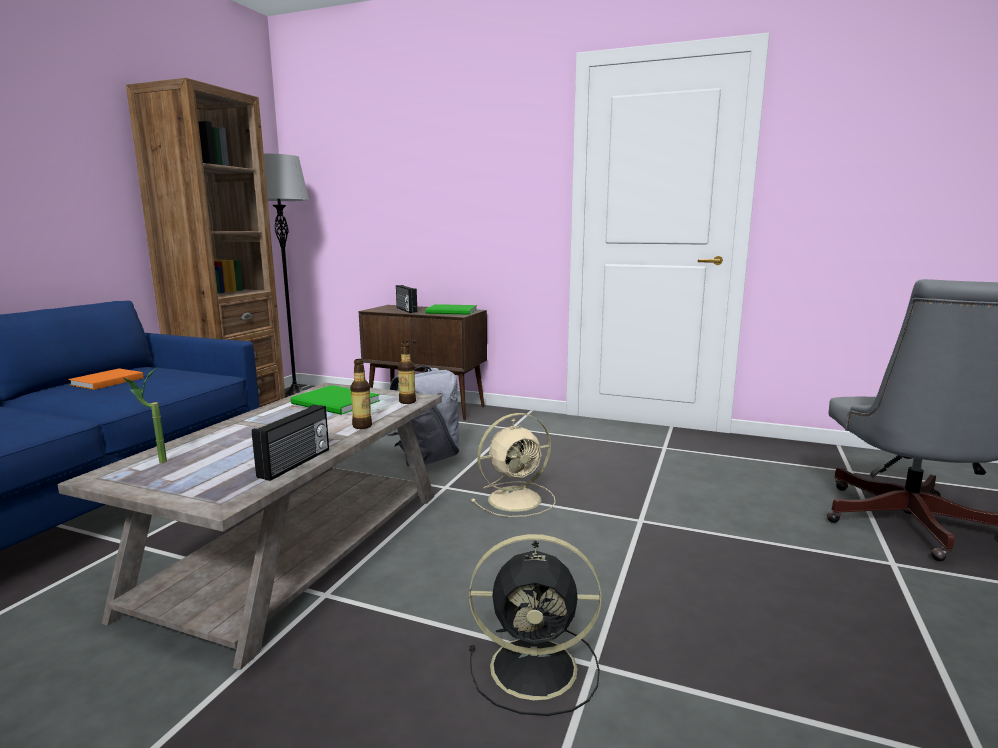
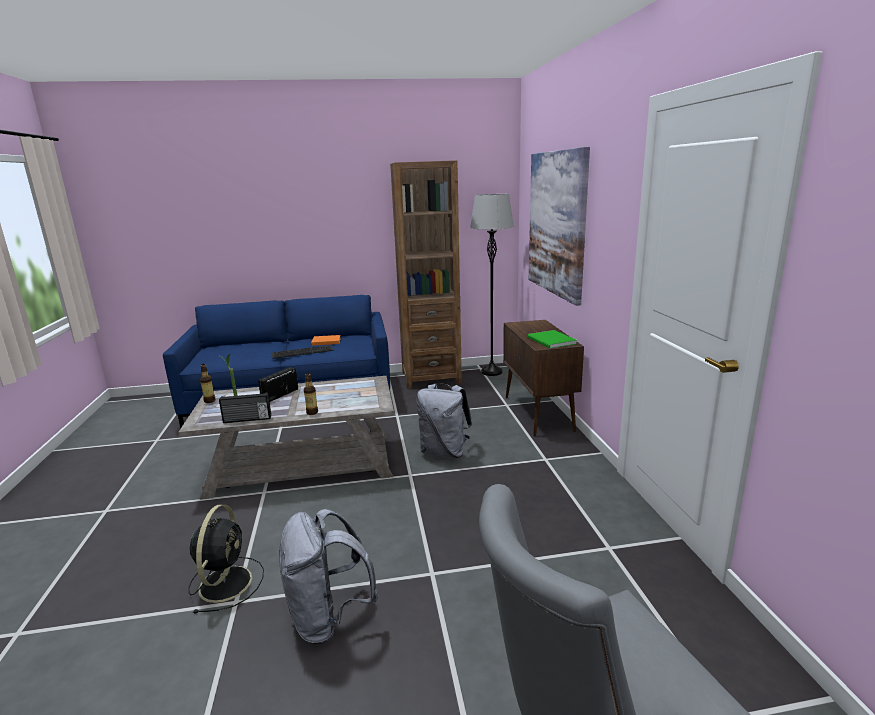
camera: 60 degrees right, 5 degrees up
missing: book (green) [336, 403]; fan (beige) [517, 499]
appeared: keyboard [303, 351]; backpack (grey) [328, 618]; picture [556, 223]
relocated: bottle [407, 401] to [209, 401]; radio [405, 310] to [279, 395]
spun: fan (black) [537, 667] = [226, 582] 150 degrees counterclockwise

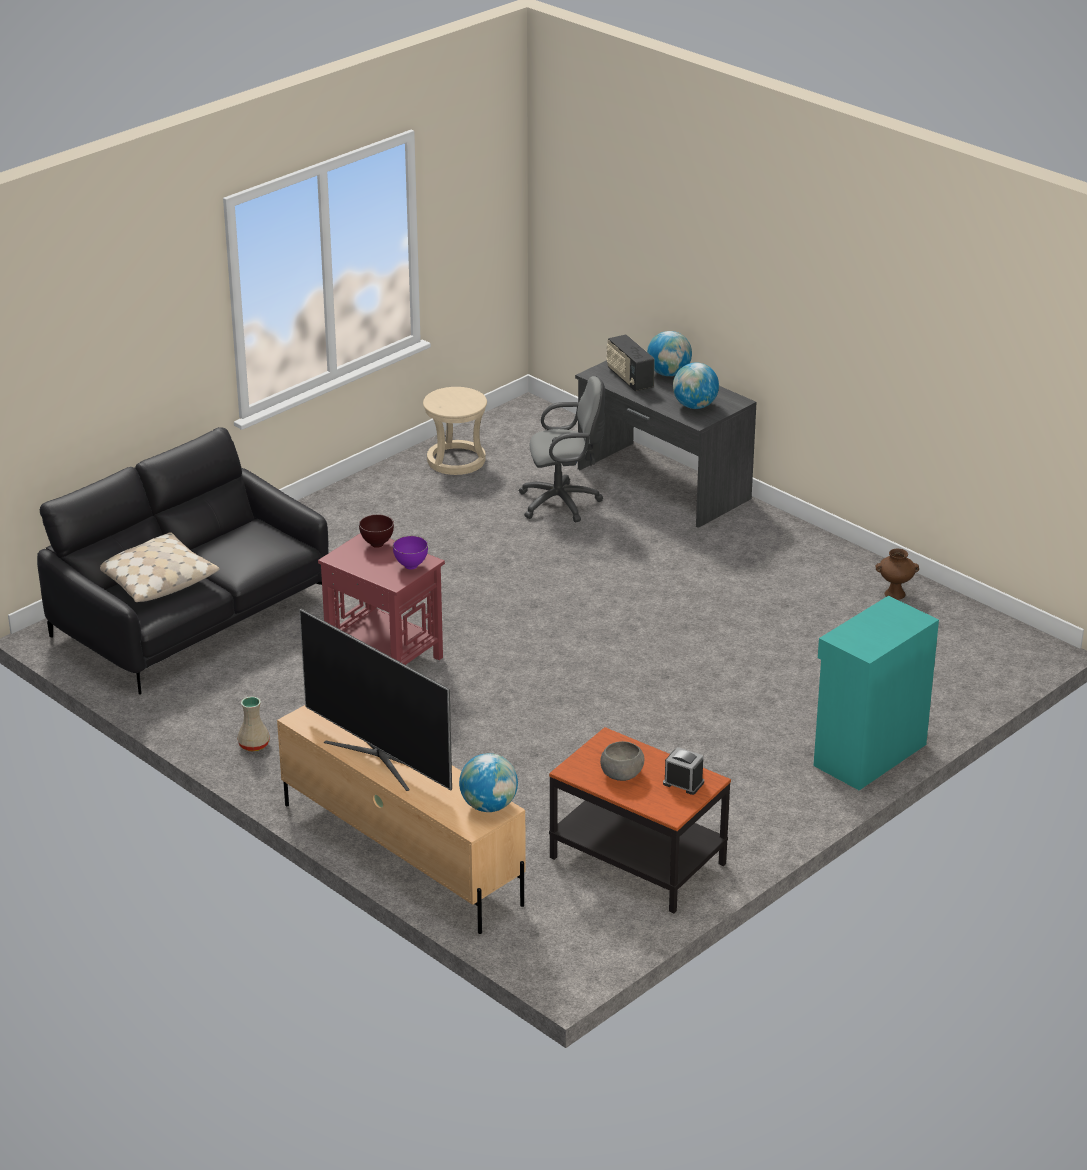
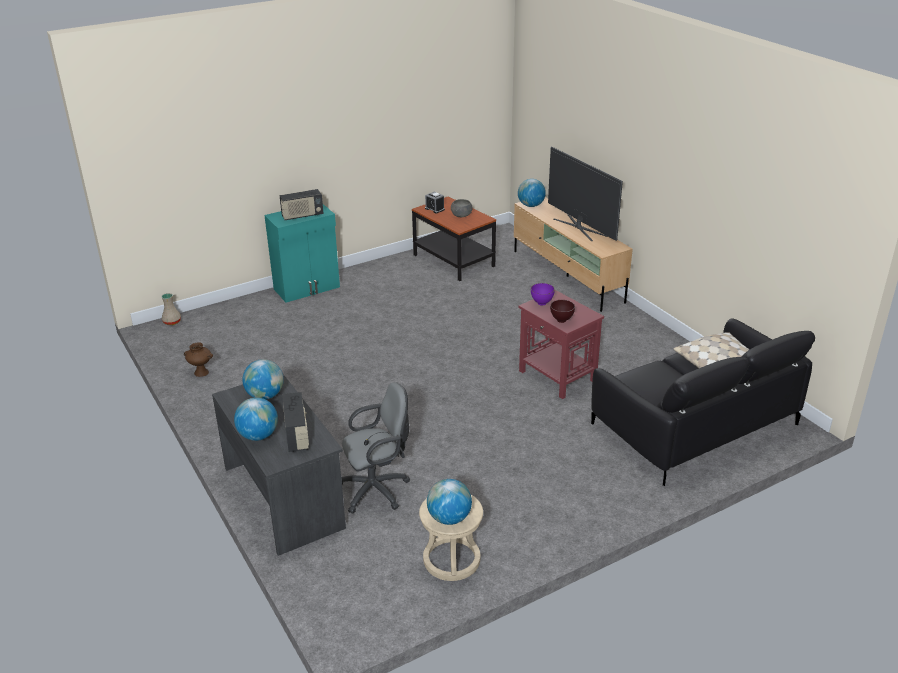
camera: 165 degrees left, 0 degrees up
appeared: radio [302, 216]; globe [449, 518]
relocated: vase (beige) [254, 745] to [171, 322]
spun: office chair (grey) [564, 503] = [377, 489] 150 degrees clockwise

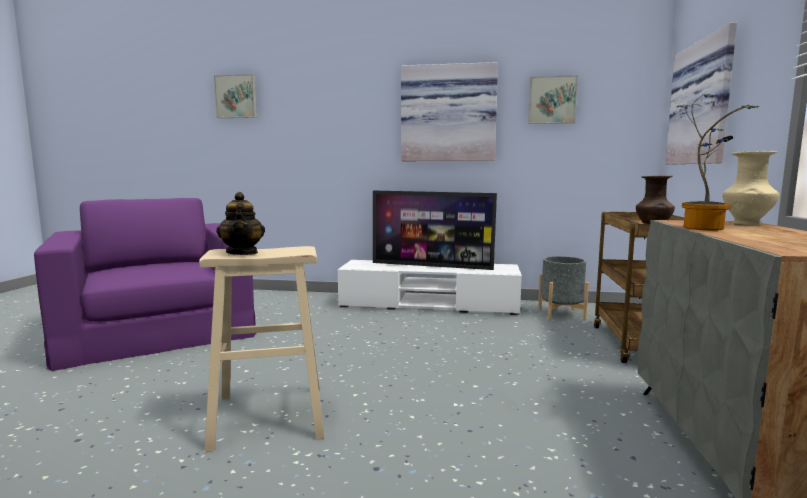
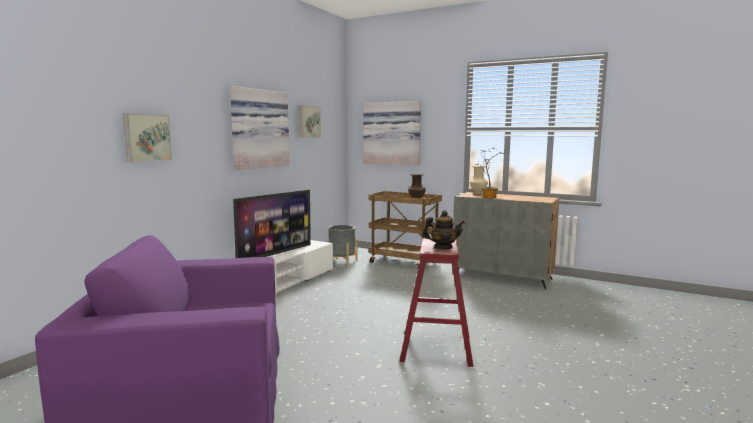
camera: 70 degrees left, 0 degrees up
relocated: picture [236, 97] to [146, 137]
colour: stool (beige) [269, 416] to stool (red) [436, 348]

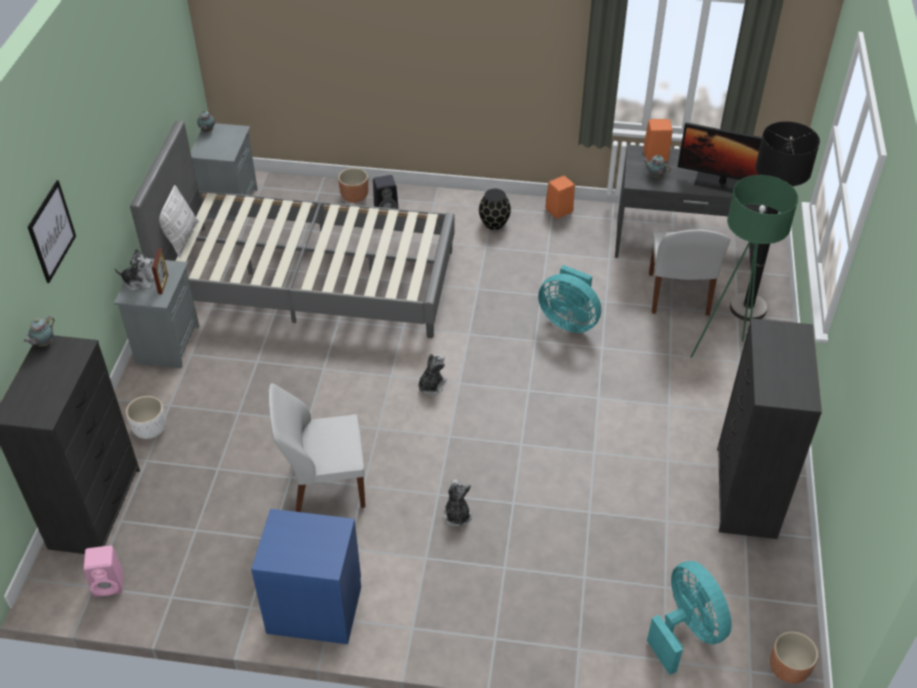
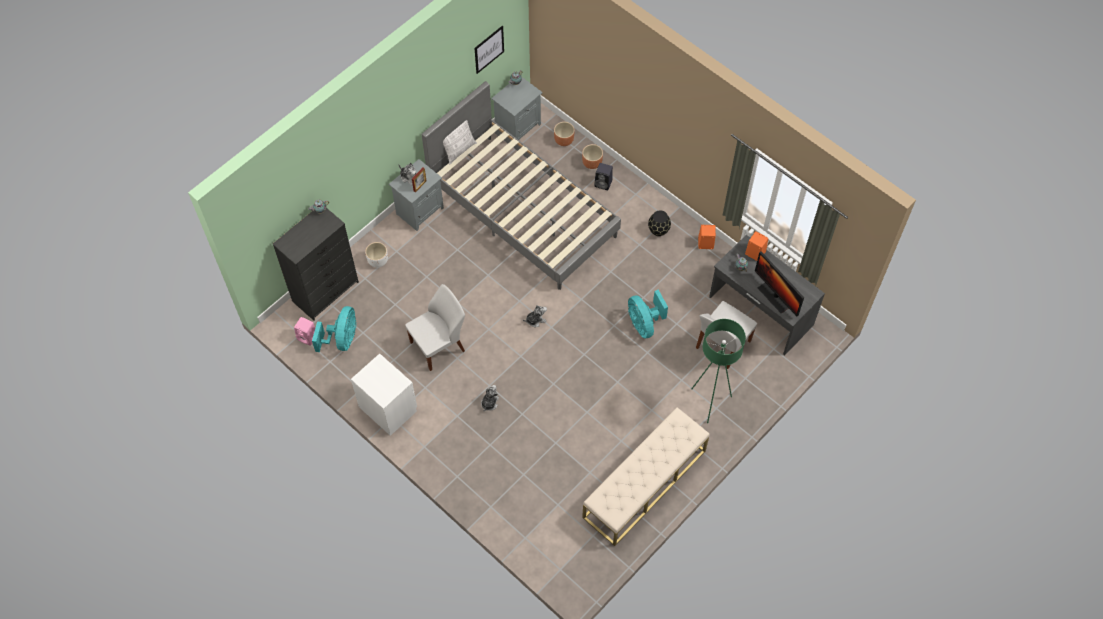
camera: 35 degrees right, 15 degrees up
missing: floor lamp (black) [748, 308]
relocated: fan (turquoise) [686, 631] to [342, 339]; picture [51, 231] to [489, 49]; planter (brown) [787, 669] to [563, 140]
exchanged: dresser (black) [746, 493] to bench (beige) [644, 484]
colour: nightstand (blue) [315, 608] to nightstand (white) [388, 408]
spun: chair (white) [325, 485] = [439, 346] 120 degrees clockwise

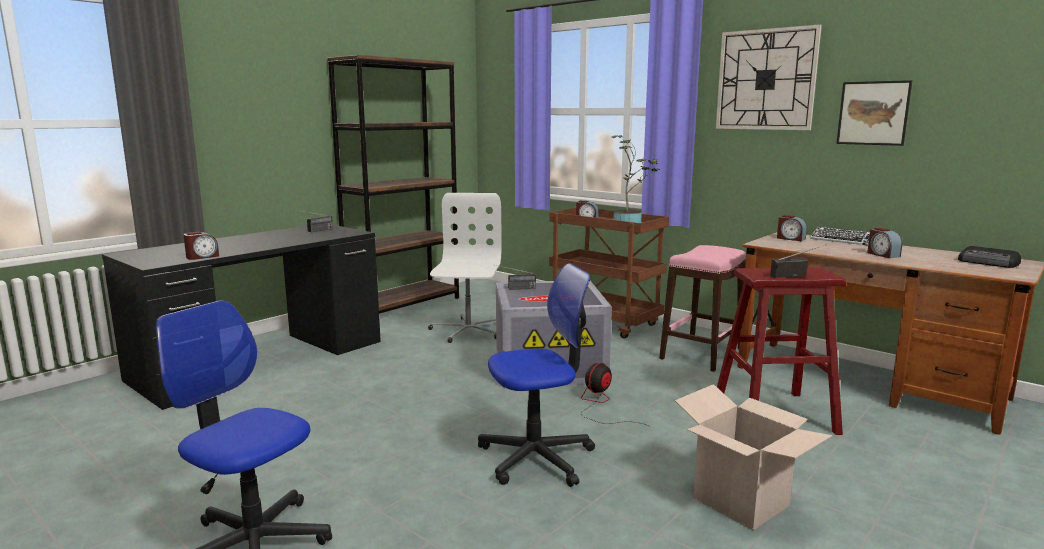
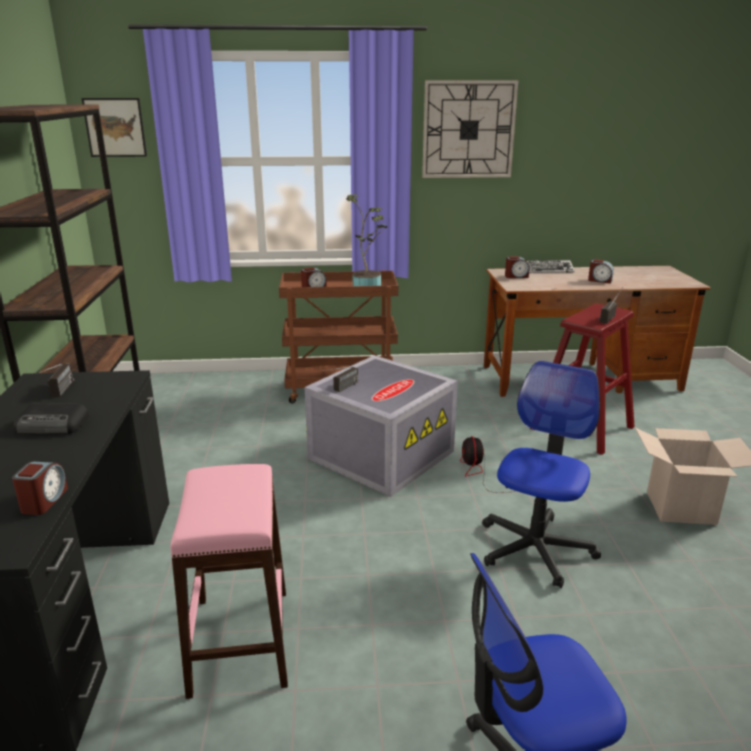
camera: 45 degrees left, 10 degrees up
missing: office chair (white) [467, 330]
relocated: radio [989, 263] to [53, 425]; picture [873, 113] to [115, 127]; stool (pink) [702, 353] to [241, 640]

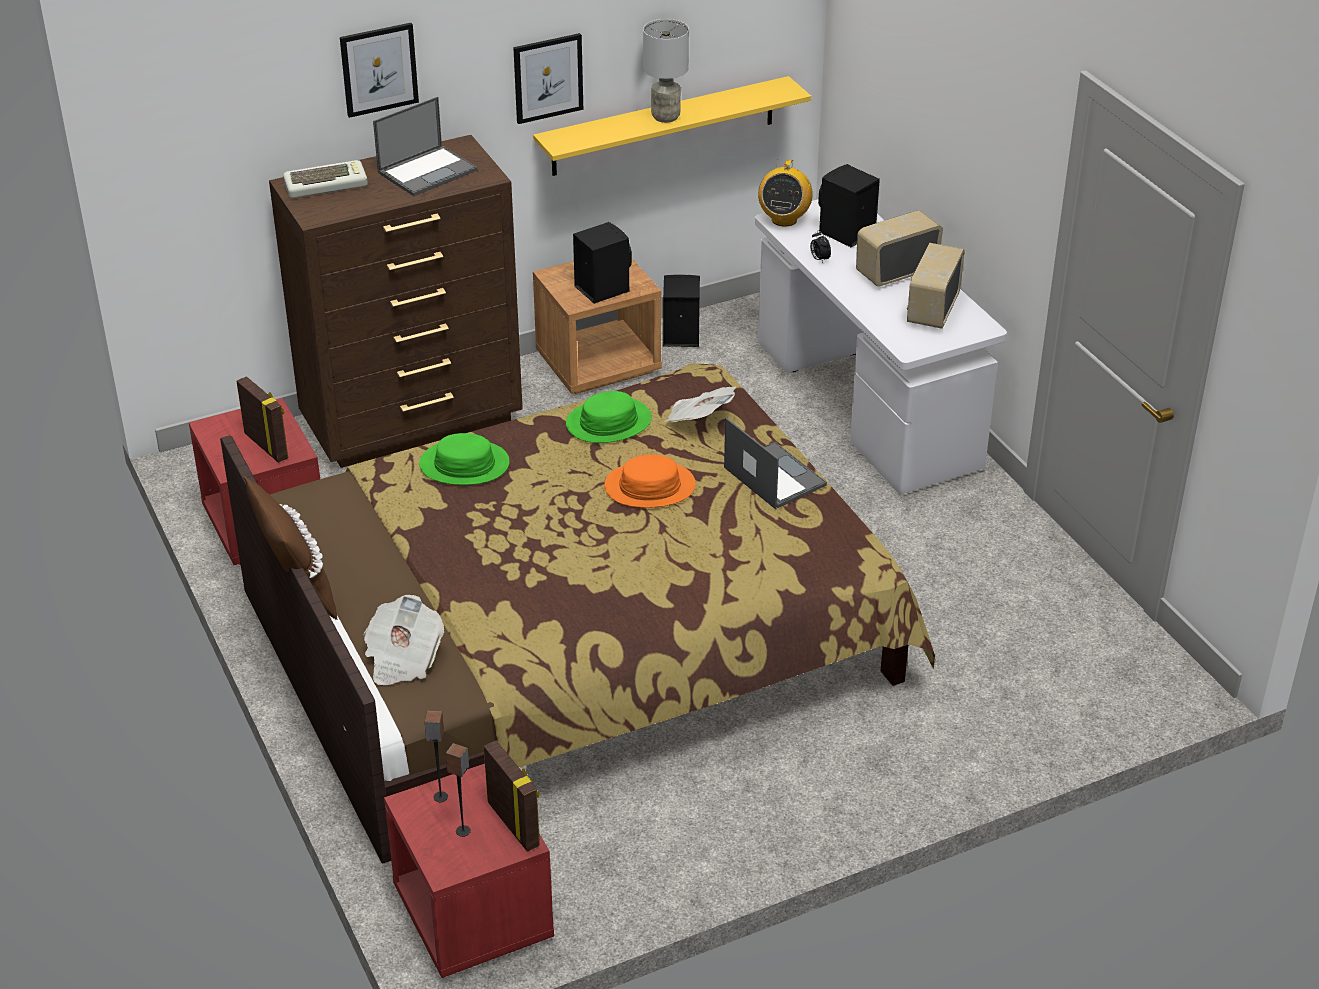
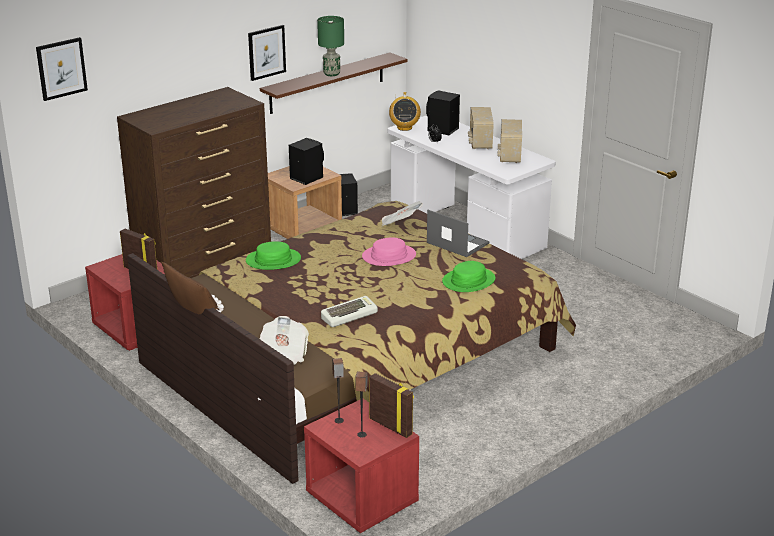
camera: 15 degrees left, 10 degrees down
missing: laptop [428, 171]
relocated: picture [379, 69] to [61, 68]; keyboard [326, 185] to [349, 315]; hat (green) [609, 422] to [469, 281]
colour: shelf (yellow) [663, 126] to shelf (brown) [327, 83]; table lamp (grey) [665, 117] to table lamp (green) [331, 74]; hat (orange) [650, 487] to hat (pink) [389, 256]
spun: radio [896, 272] = [480, 143] 45 degrees counterclockwise

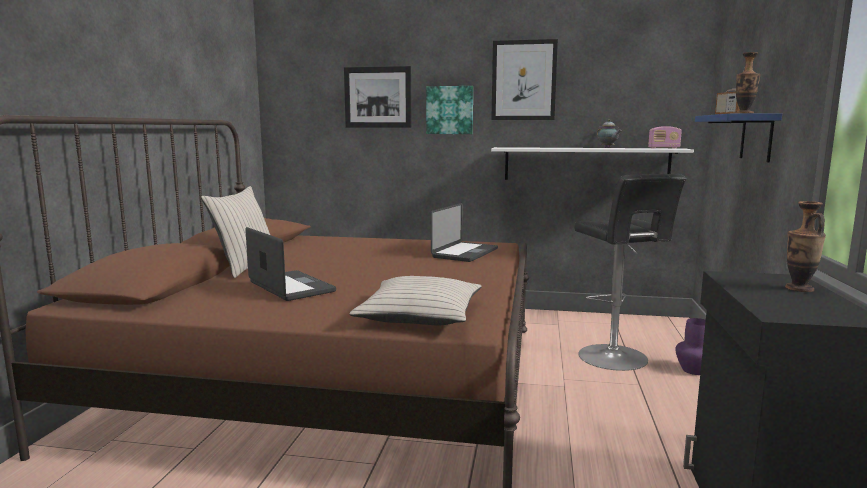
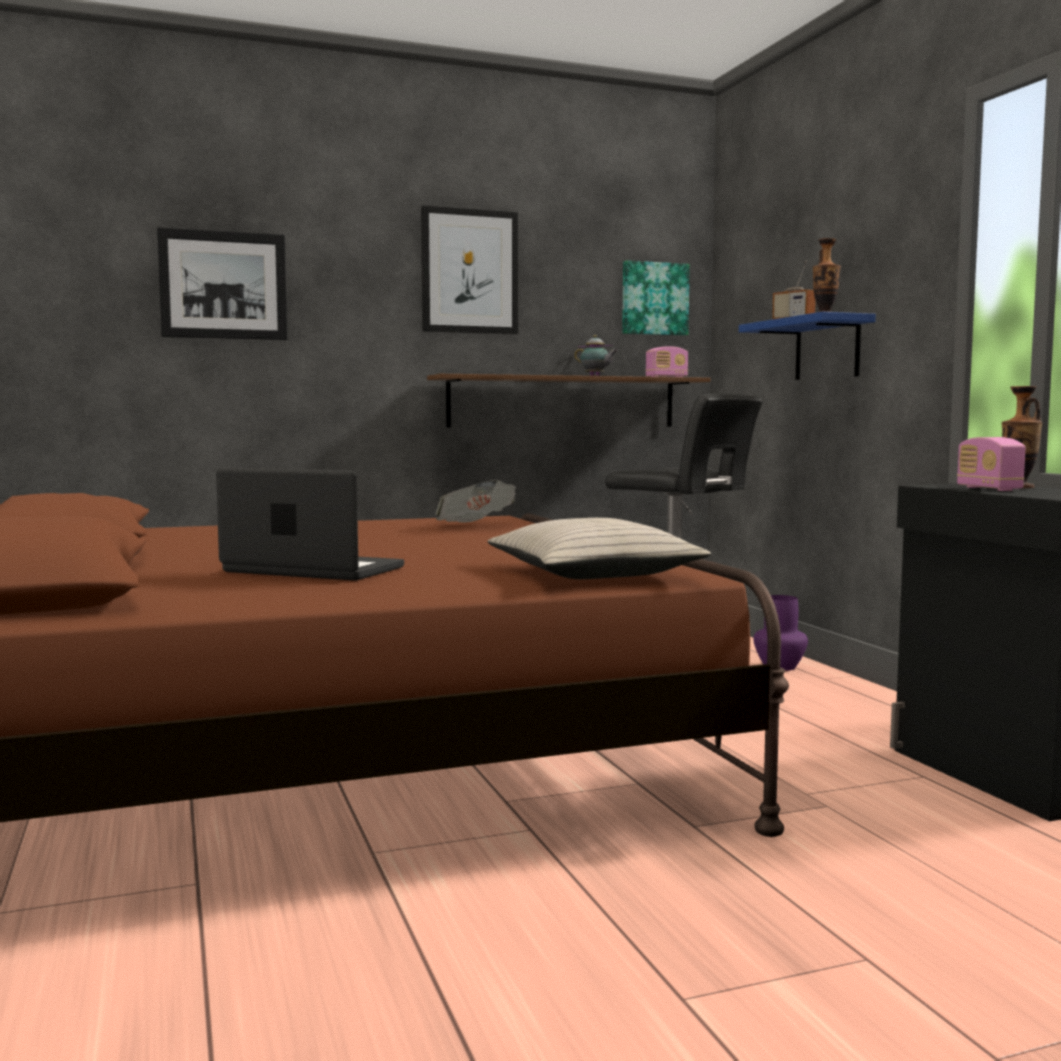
camera: 30 degrees left, 5 degrees down
missing: pillow (beige) [245, 267]
appeared: radio [988, 489]
relocated: picture [449, 110] to [654, 299]
exchanged: laptop [465, 253] to newspaper [475, 526]
colour: shelf (white) [586, 164] to shelf (brown) [563, 402]

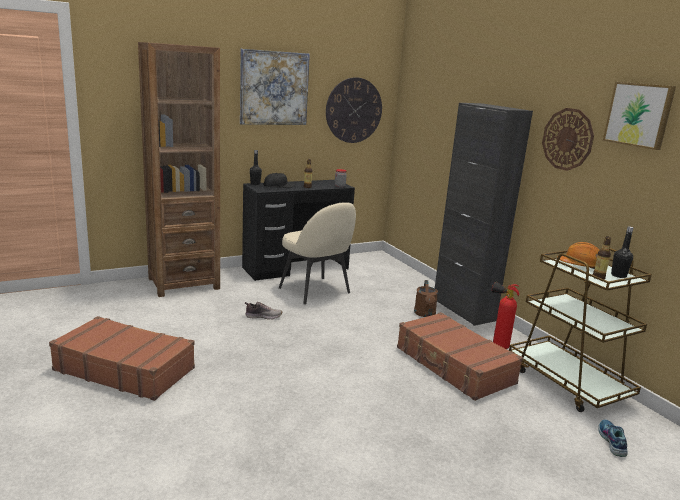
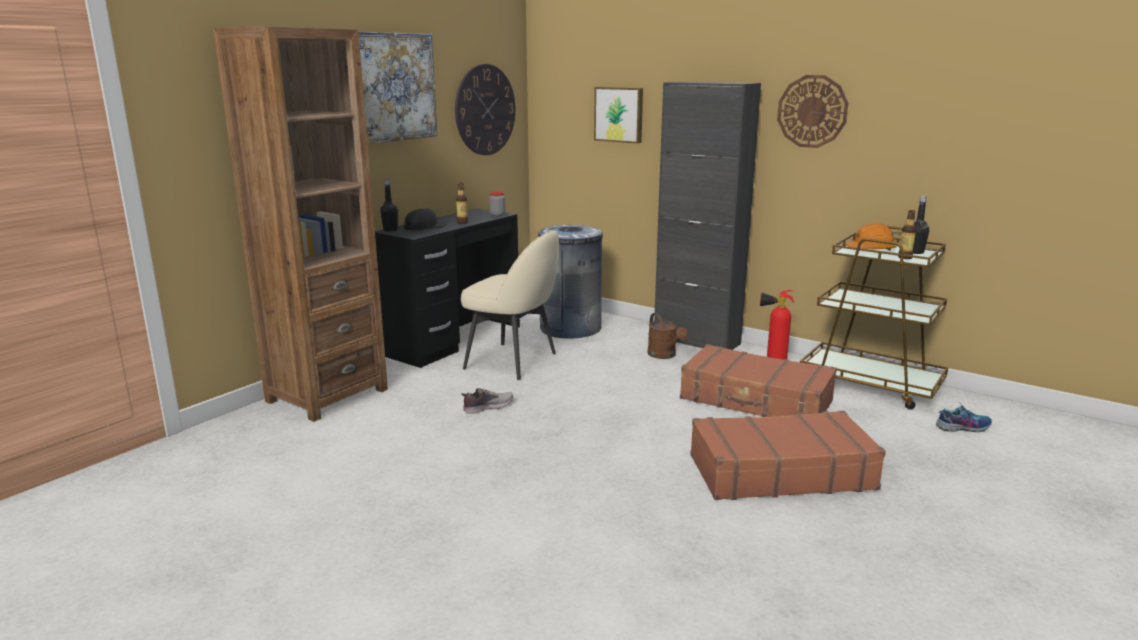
camera: 25 degrees left, 0 degrees up
appeared: trash can (grey) [570, 328]
relocated: picture [639, 115] to [619, 114]; suitcase (brown) [125, 369] to [780, 472]
spun: shoe [611, 441] = [963, 427] 105 degrees clockwise

